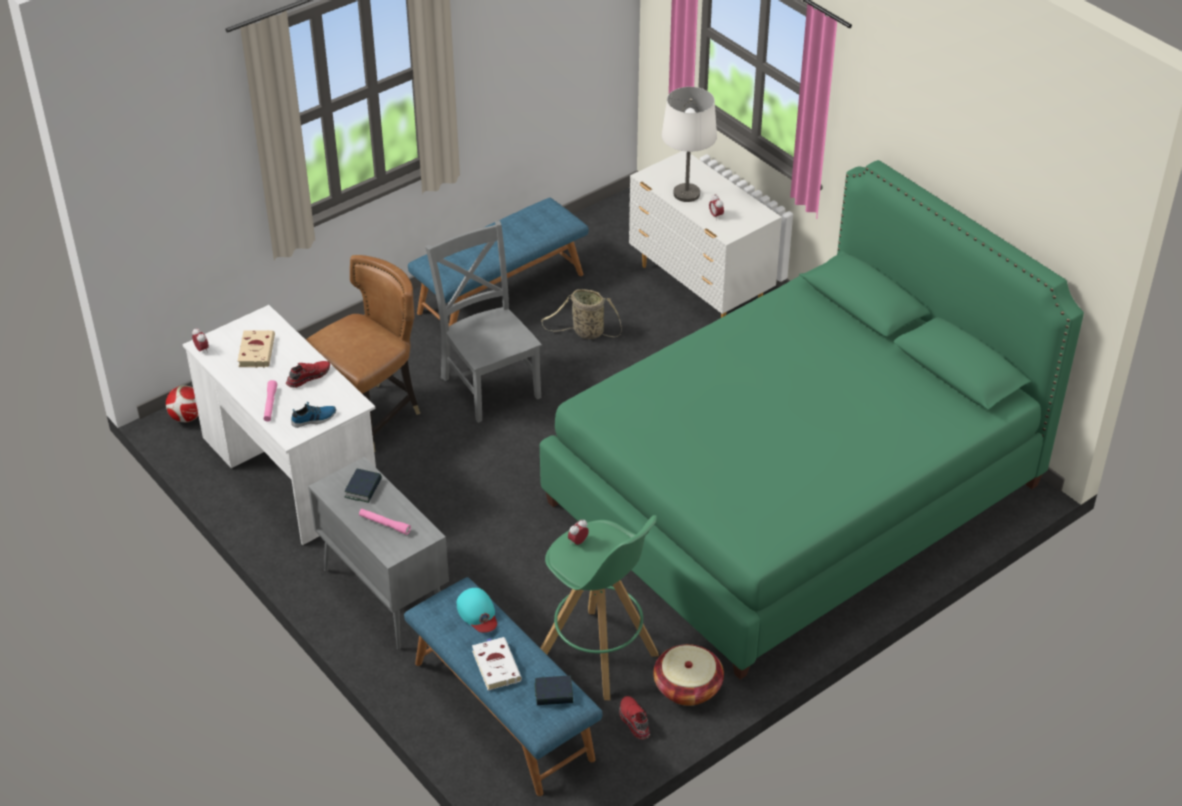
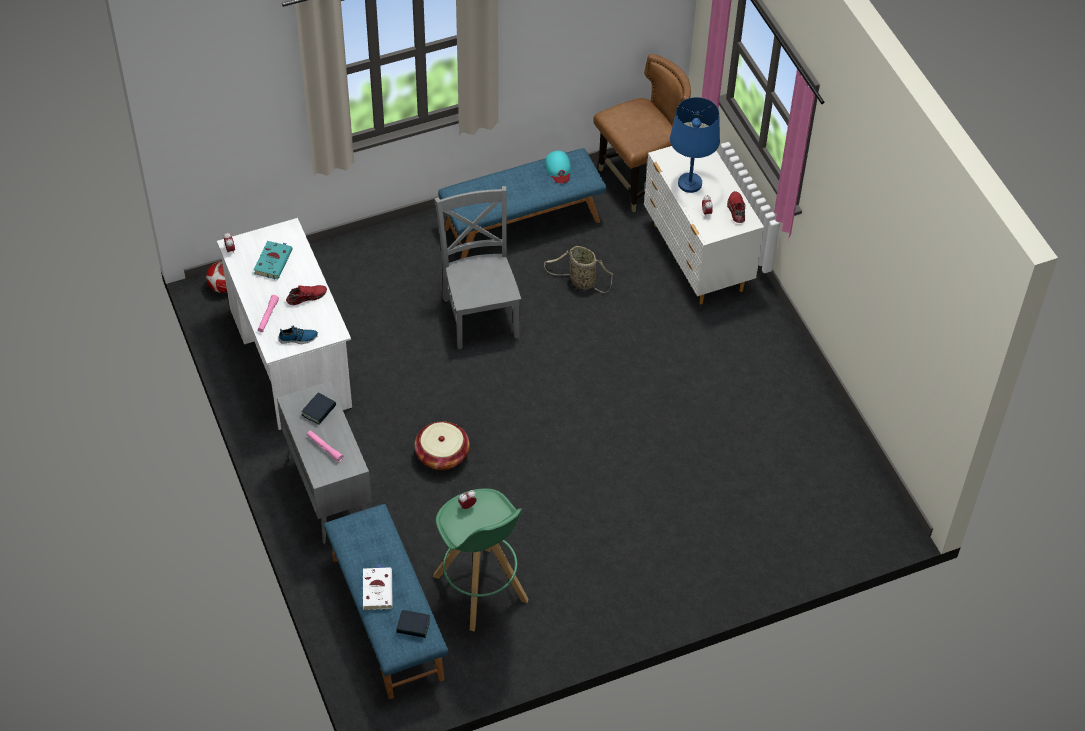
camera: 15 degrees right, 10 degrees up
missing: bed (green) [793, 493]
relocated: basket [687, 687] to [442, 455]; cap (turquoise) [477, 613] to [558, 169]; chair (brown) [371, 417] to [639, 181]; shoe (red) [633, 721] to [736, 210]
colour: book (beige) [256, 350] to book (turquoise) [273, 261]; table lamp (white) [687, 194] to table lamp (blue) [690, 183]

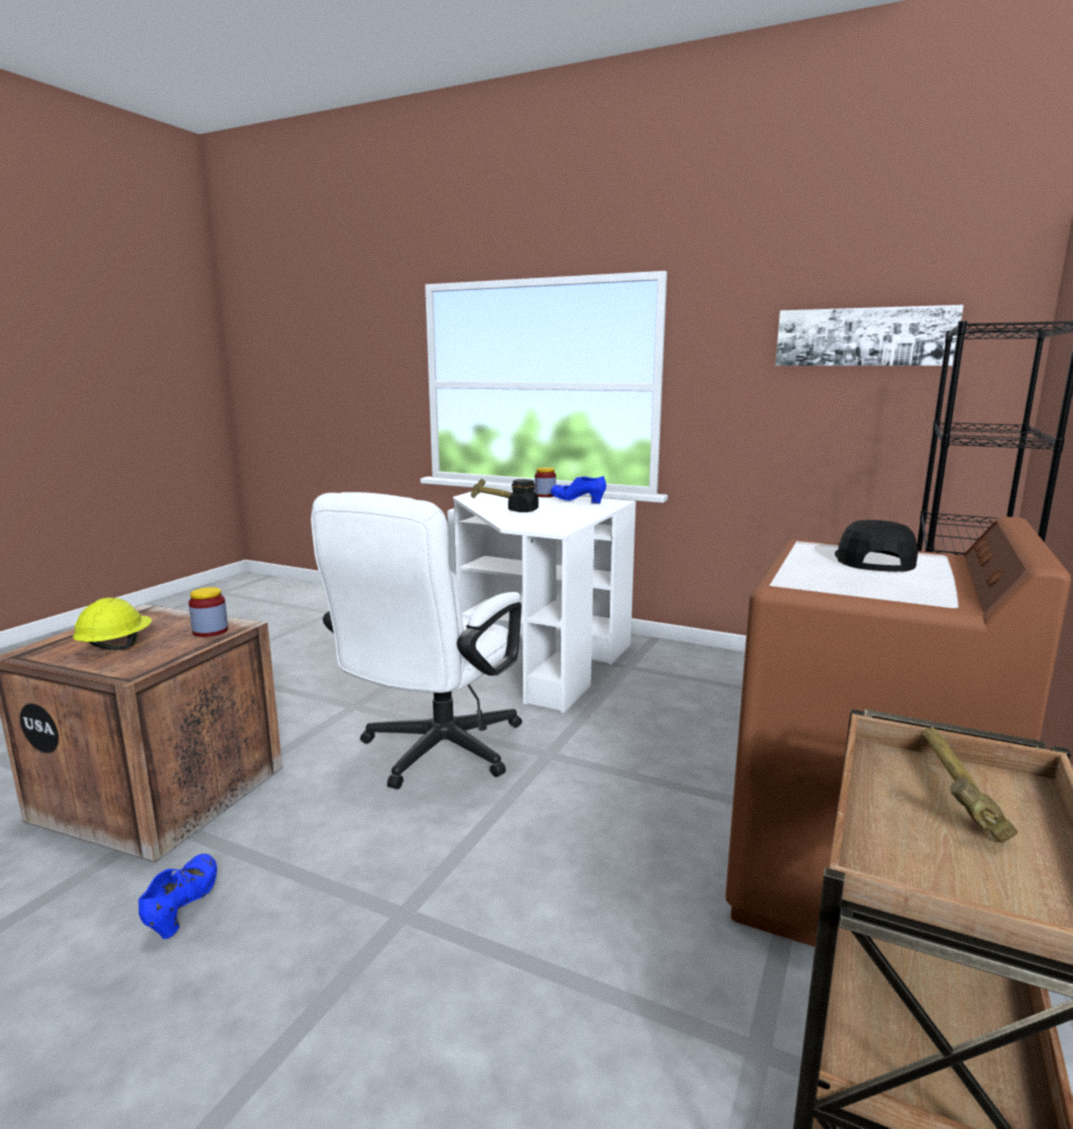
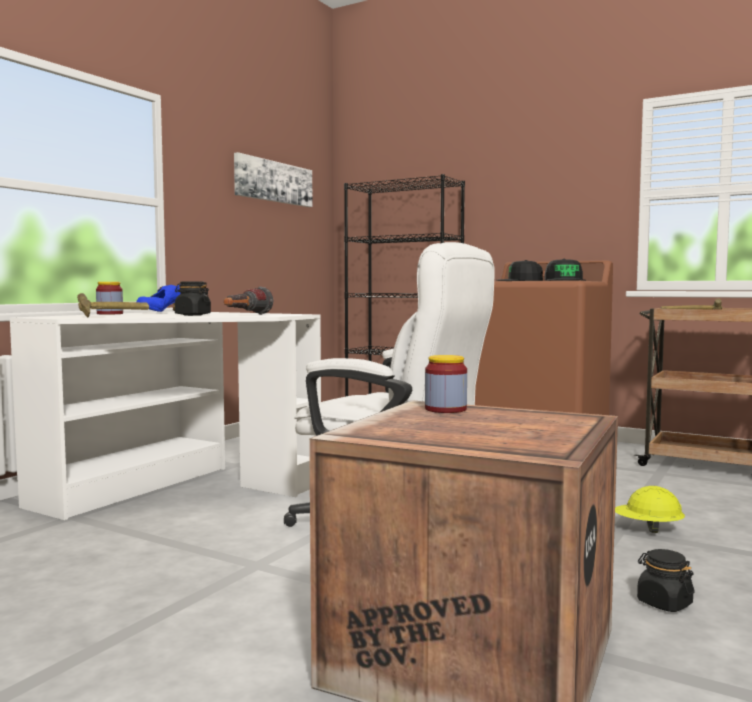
camera: 85 degrees left, 10 degrees down
appeared: flashlight [246, 315]; cap (black) [565, 280]
relocated: hard hat (yellow) [116, 647] to [648, 529]
exchanged: shoe (blue) [183, 908] to jar (black) [664, 603]

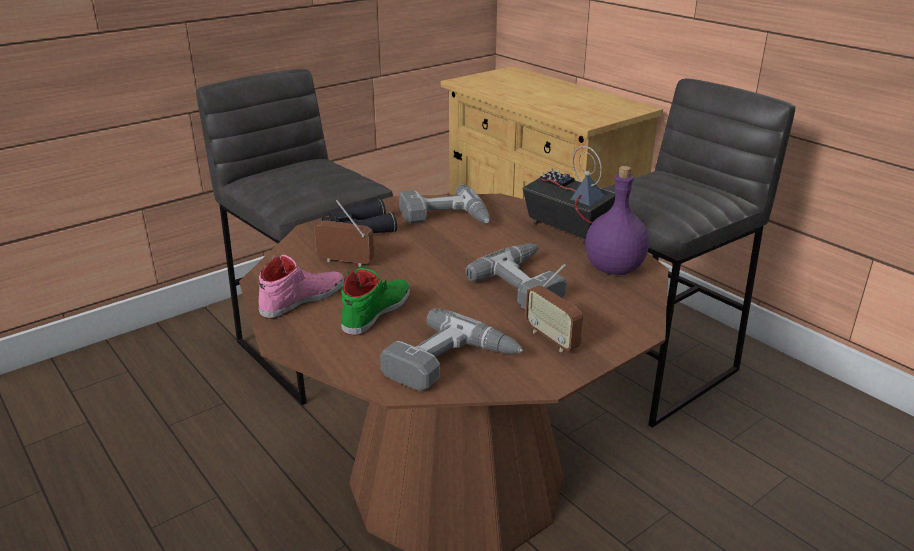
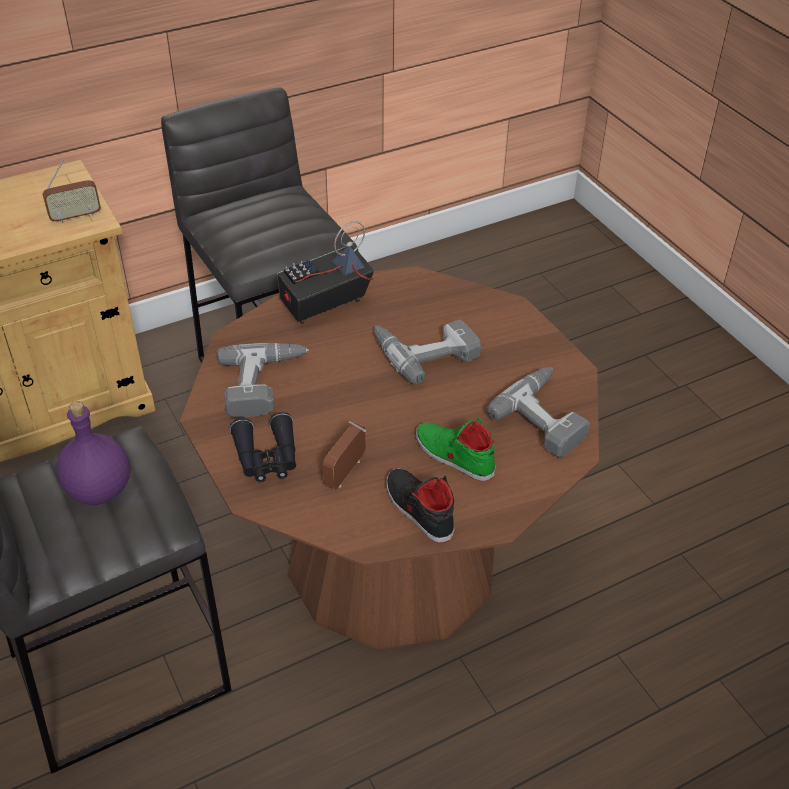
camera: 80 degrees left, 15 degrees up
relocated: radio [552, 339] to [75, 217]; bottle (purple) [613, 269] to [100, 491]
colour: shoe (pink) [302, 299] to shoe (black) [418, 509]

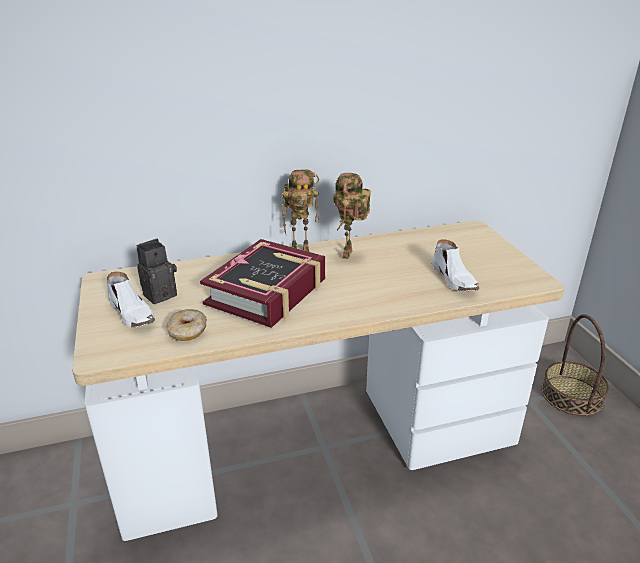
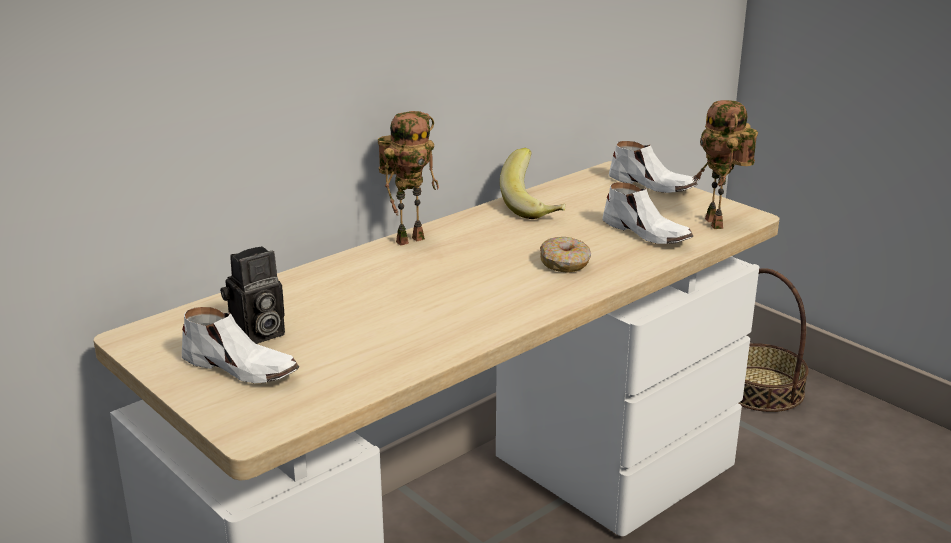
camera: 25 degrees left, 5 degrees down
missing: book [267, 292]
appeared: banana [535, 207]; shoe (white) [652, 185]
relocated: donut [188, 331] to [565, 263]; toy robot [349, 255] to [718, 224]
spun: photo camera [160, 294] = [257, 334] 150 degrees counterclockwise

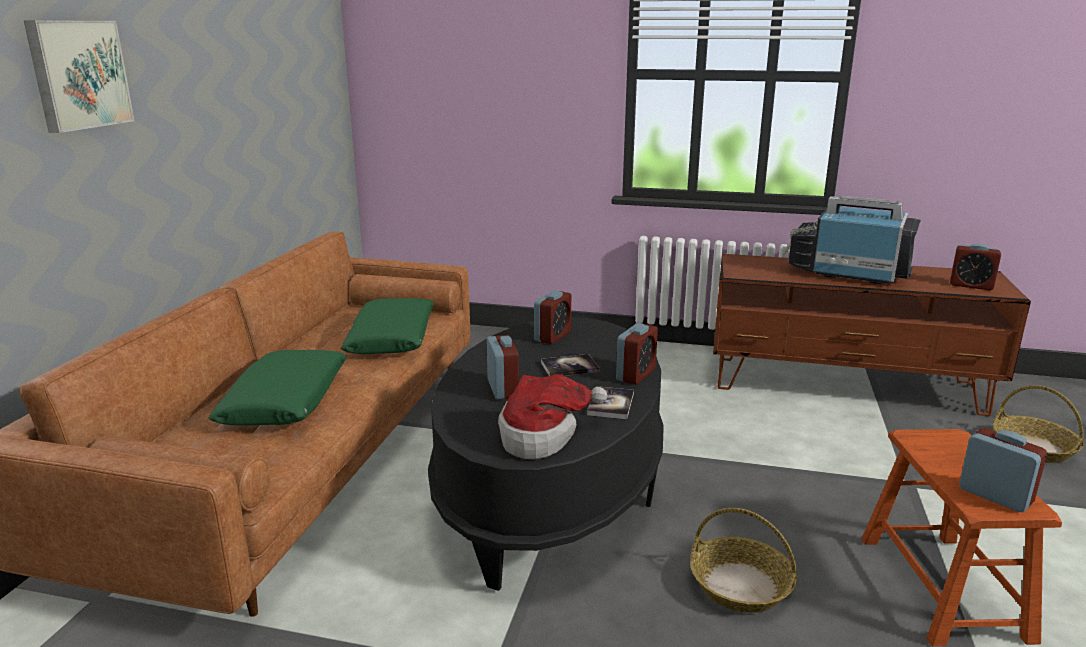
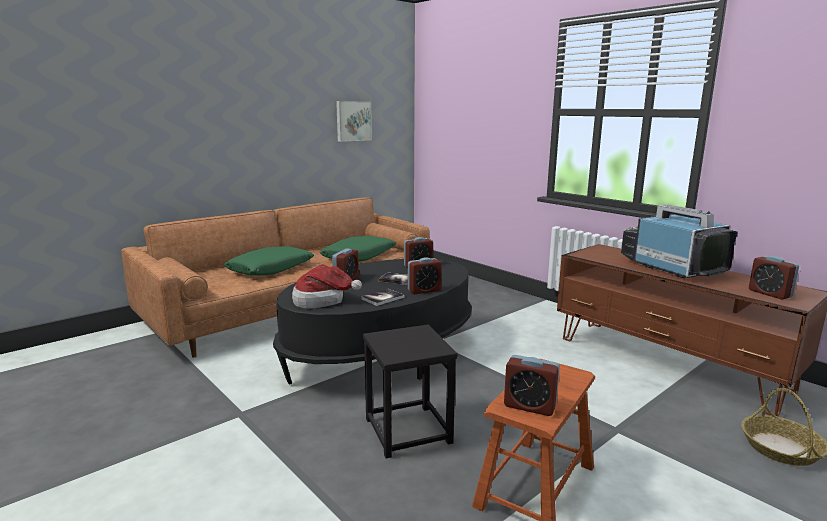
camera: 35 degrees right, 5 degrees down
relocated: picture [78, 74] to [353, 121]
exchanged: basket [739, 585] to stool (black) [407, 430]
spun: alarm clock [995, 496] = [529, 406] 120 degrees clockwise

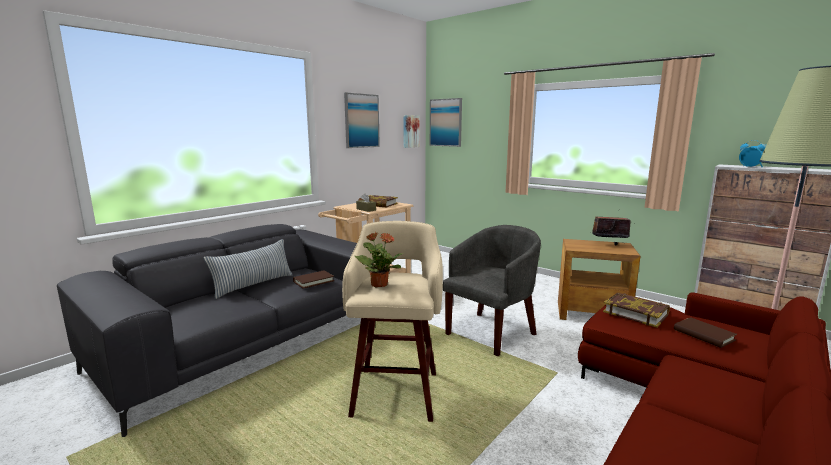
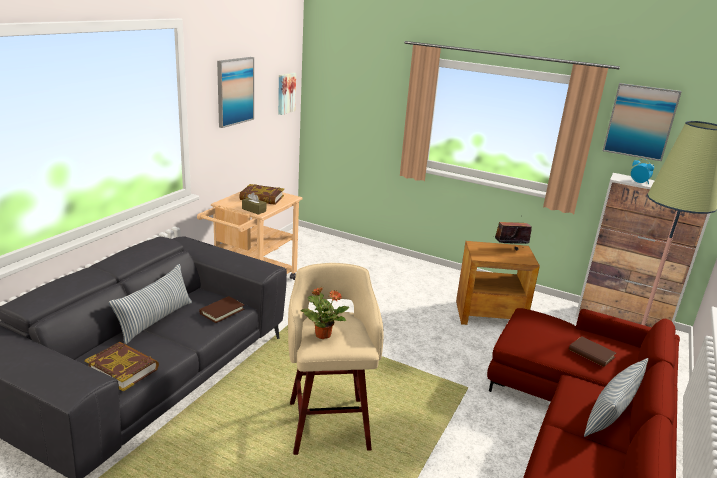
camera: 15 degrees left, 10 degrees up
missing: armchair (grey) [491, 332]
appeared: pillow [610, 414]
relocated: book [635, 313] to [123, 369]; picture [446, 122] to [640, 121]

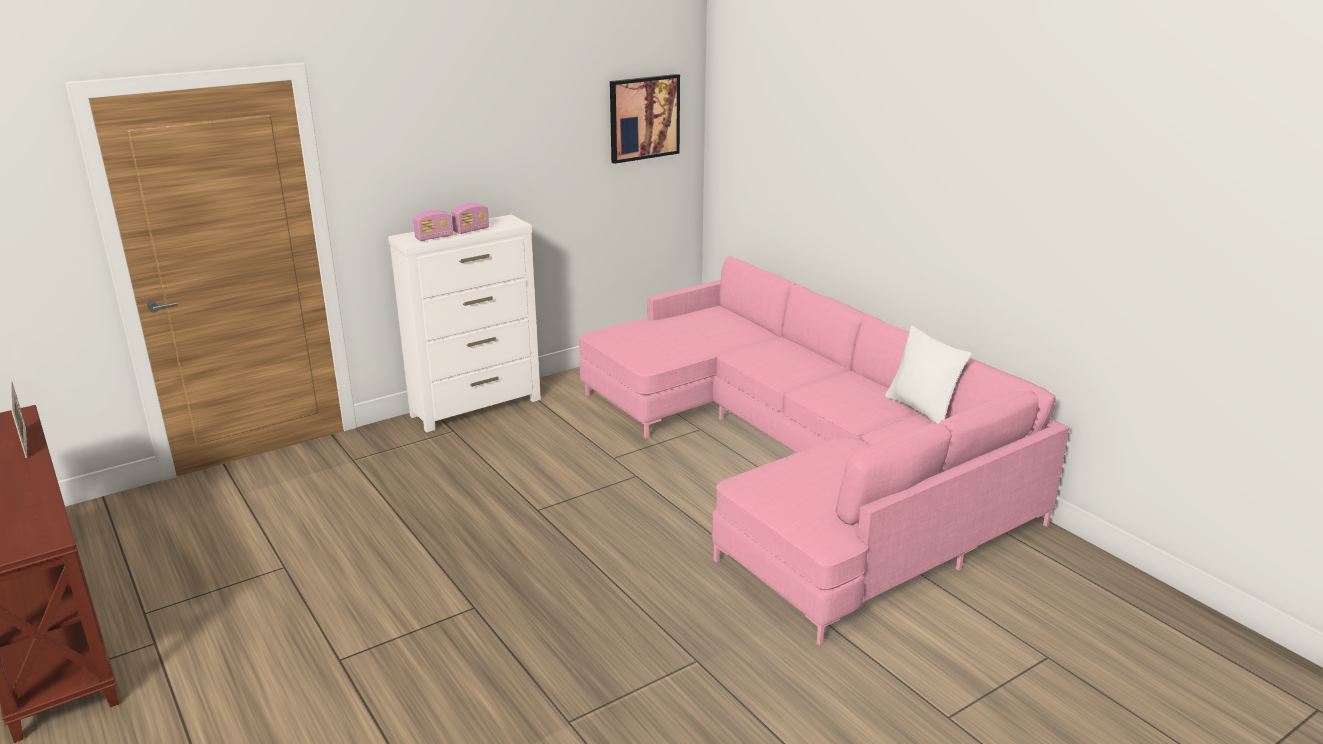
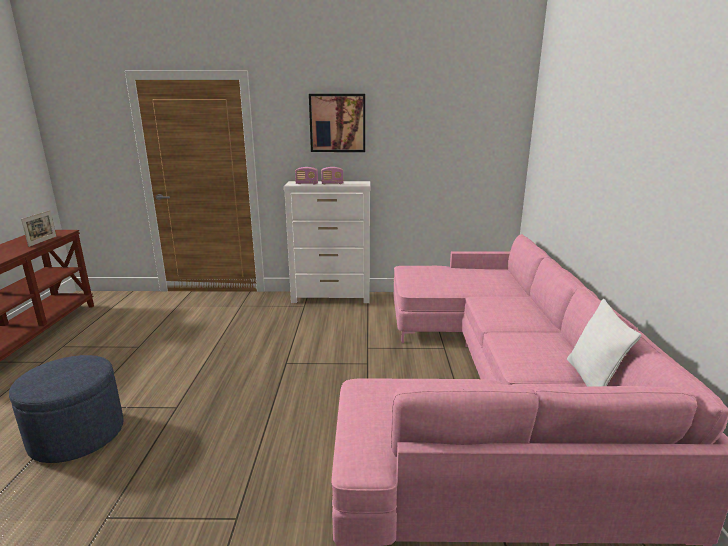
camera: 35 degrees right, 5 degrees down
appeared: ottoman (blue) [77, 435]
relocated: picture [644, 118] to [337, 123]

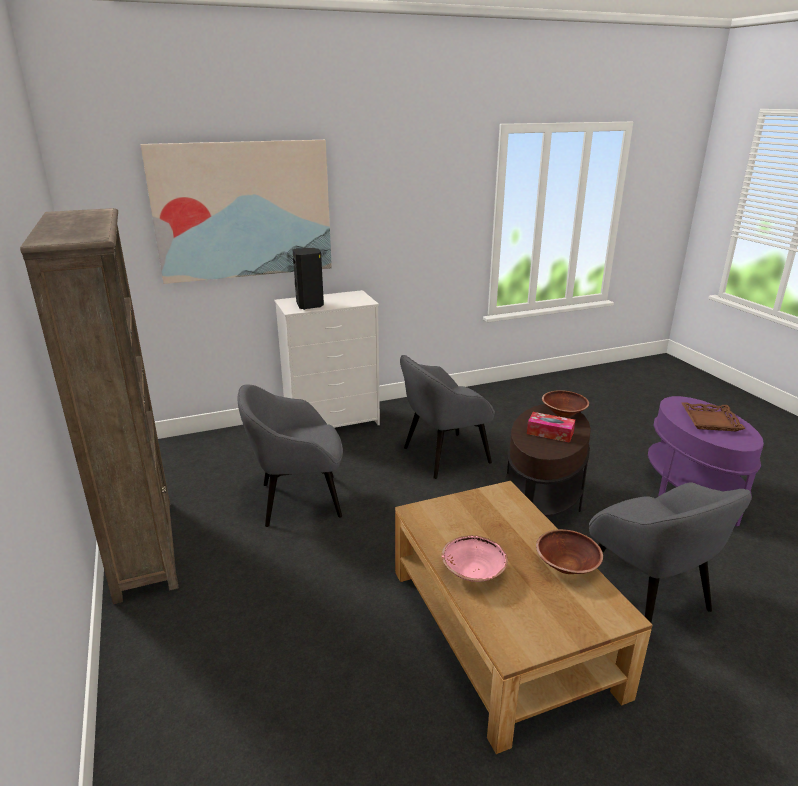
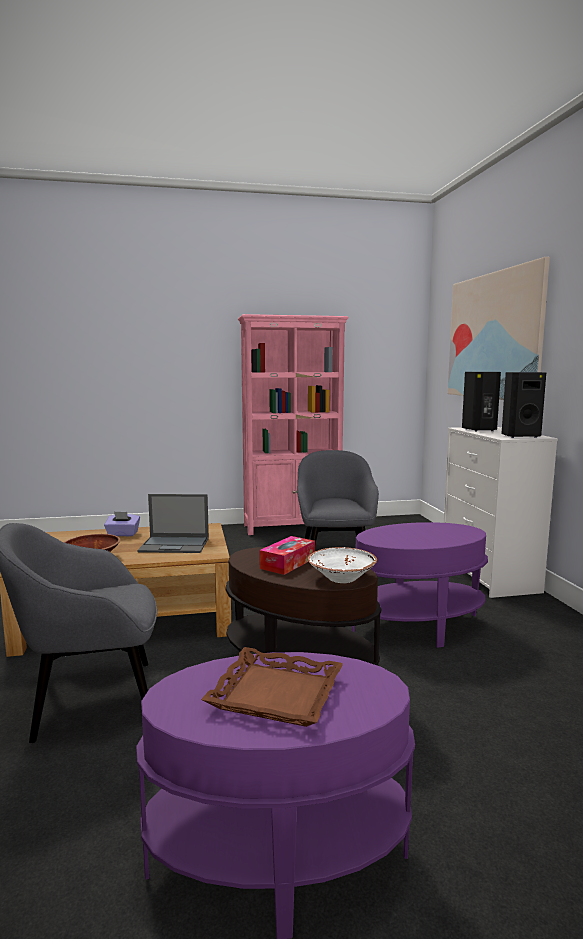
camera: 100 degrees right, 15 degrees down
appeared: laptop [175, 545]; speaker (black) [519, 436]
exchanged: bowl (pink) [473, 572] to tissue box (purple) [122, 534]; armchair (grey) [444, 455] to side table (purple) [417, 626]
colour: bookcase (brown) [144, 547] to bookcase (pink) [292, 527]; bowl (brown) [563, 413] to bowl (white) [342, 578]

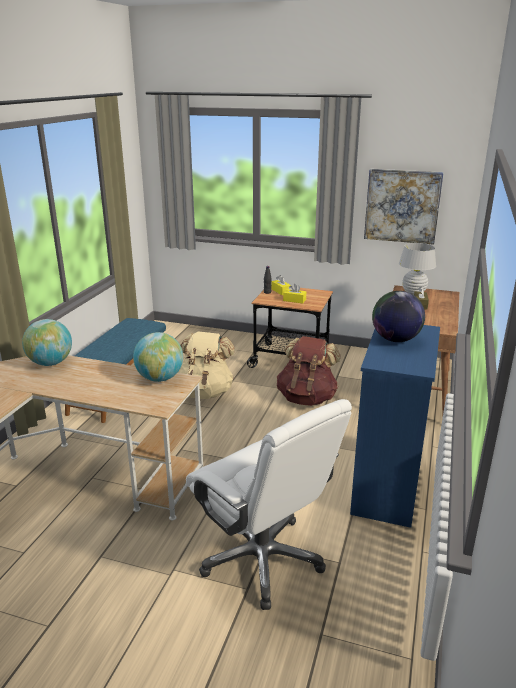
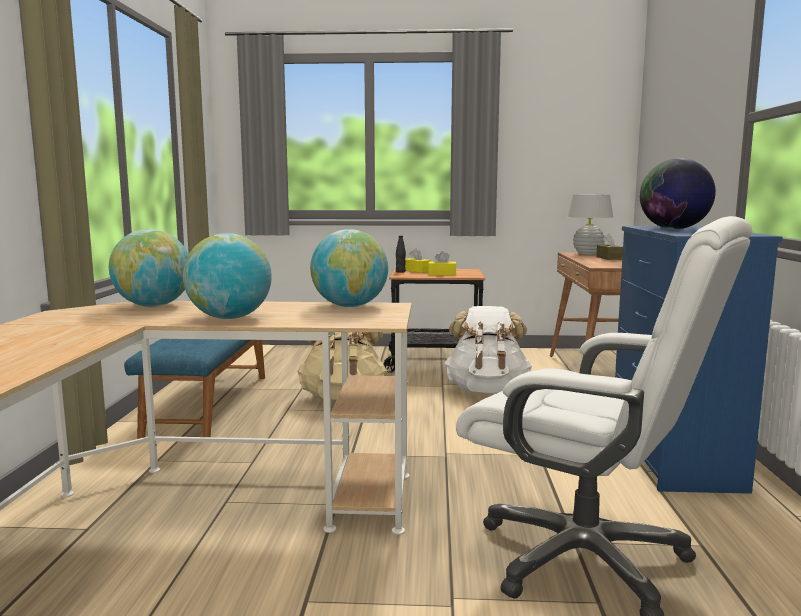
camera: 15 degrees left, 15 degrees down
missing: picture [402, 206]
appeared: globe [230, 318]
colour: backpack (brown) [307, 398] to backpack (white) [487, 391]

